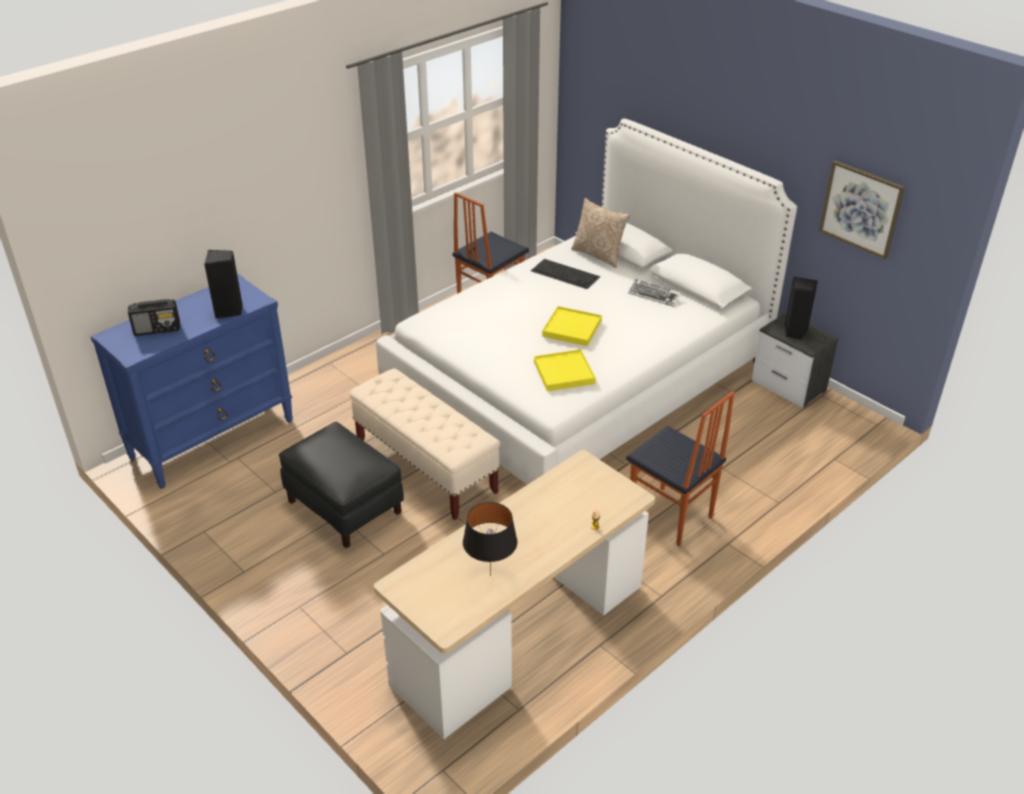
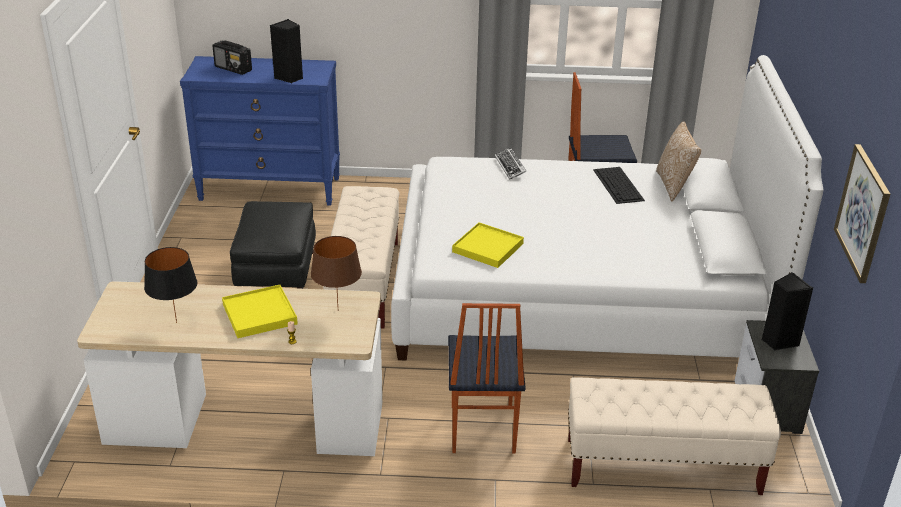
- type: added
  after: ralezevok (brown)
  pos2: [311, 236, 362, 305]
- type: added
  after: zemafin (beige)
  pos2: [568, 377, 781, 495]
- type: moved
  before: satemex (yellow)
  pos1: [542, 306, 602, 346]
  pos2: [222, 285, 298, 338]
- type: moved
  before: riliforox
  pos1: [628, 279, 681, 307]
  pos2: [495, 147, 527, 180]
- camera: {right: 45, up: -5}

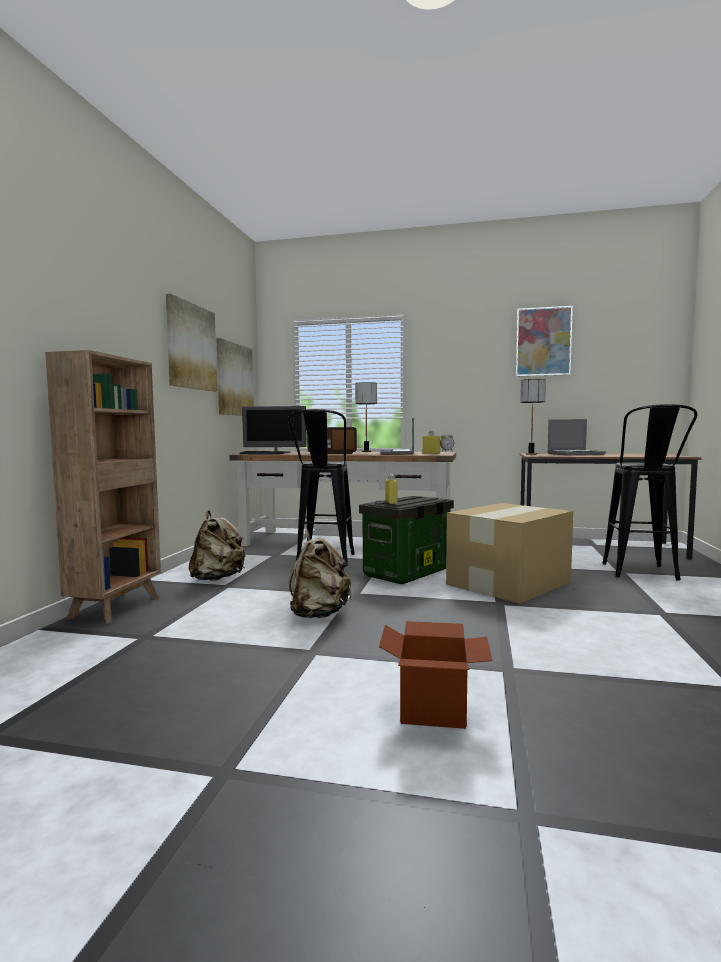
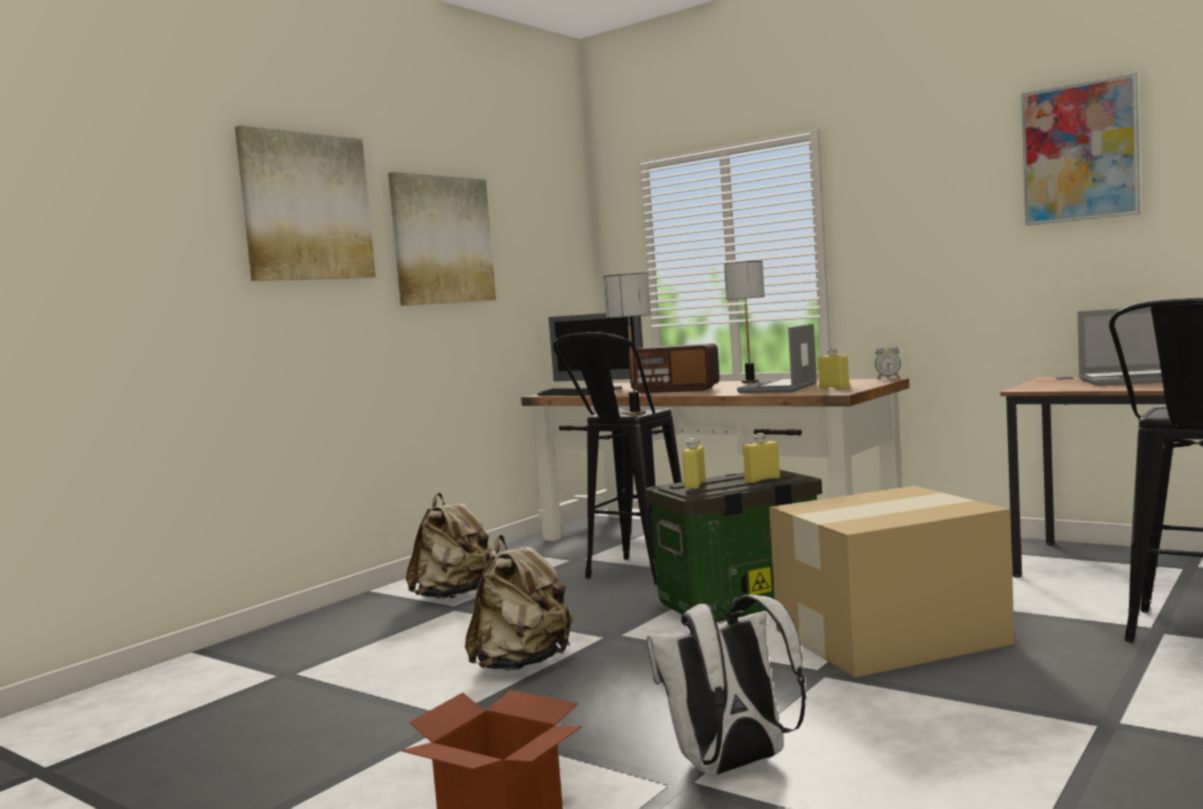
- type: removed
  before: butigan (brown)
  pos1: [45, 350, 161, 624]
- type: added
  after: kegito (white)
  pos2: [646, 595, 806, 775]
- type: added
  after: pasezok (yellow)
  pos2: [743, 433, 780, 483]
- type: moved
  before: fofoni
  pos1: [216, 338, 254, 416]
  pos2: [235, 125, 376, 281]
- type: moved
  before: ralezevok
  pos1: [520, 379, 546, 455]
  pos2: [603, 273, 651, 415]
- camera: {right: 25, up: 0}

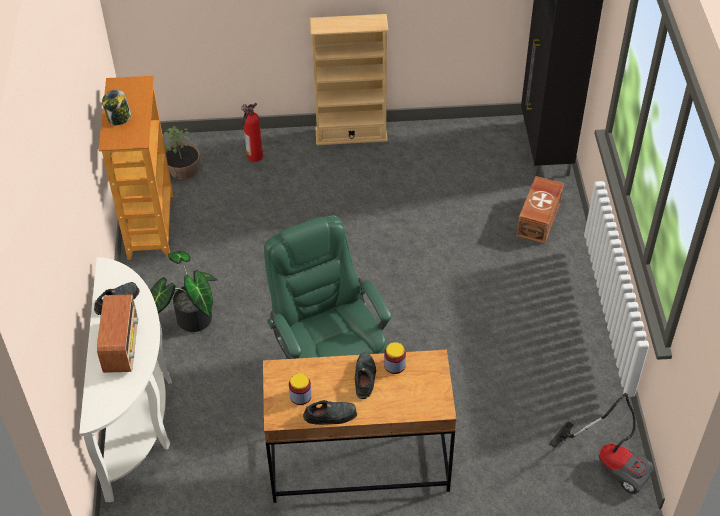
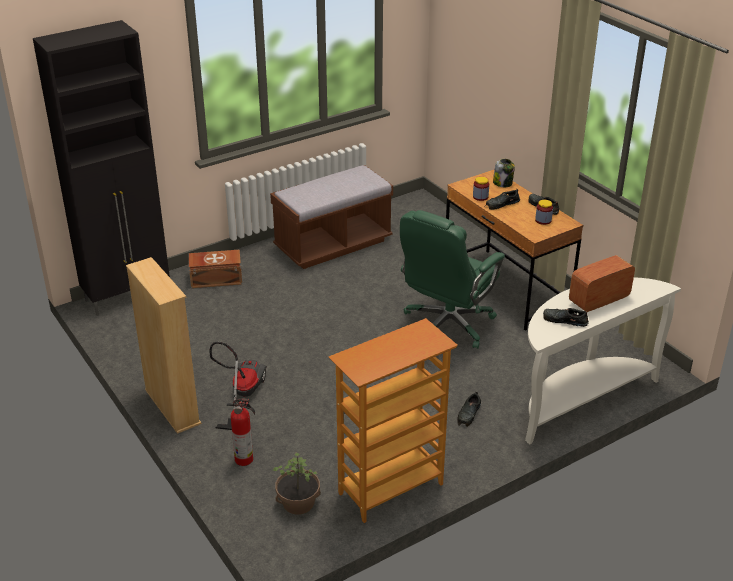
- type: added
  after: zemafin (brown)
  pos2: [270, 165, 393, 269]
- type: moved
  before: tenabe
  pos1: [102, 90, 131, 125]
  pos2: [493, 159, 515, 187]
- type: moved
  before: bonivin
  pos1: [549, 393, 653, 495]
  pos2: [209, 342, 267, 430]
- type: replaced
  before: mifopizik
  after: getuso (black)
  pos1: [150, 251, 218, 332]
  pos2: [457, 392, 481, 427]
- camera: {right: -120, up: -15}

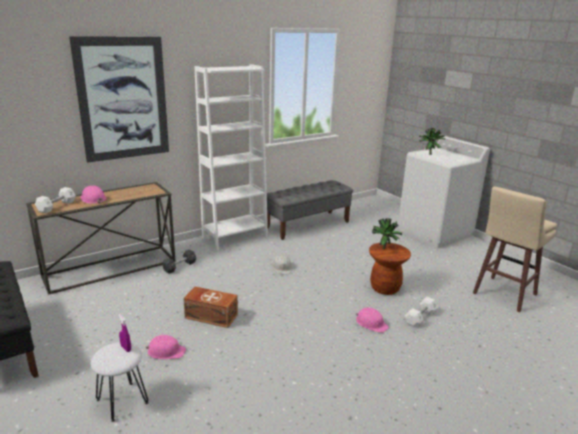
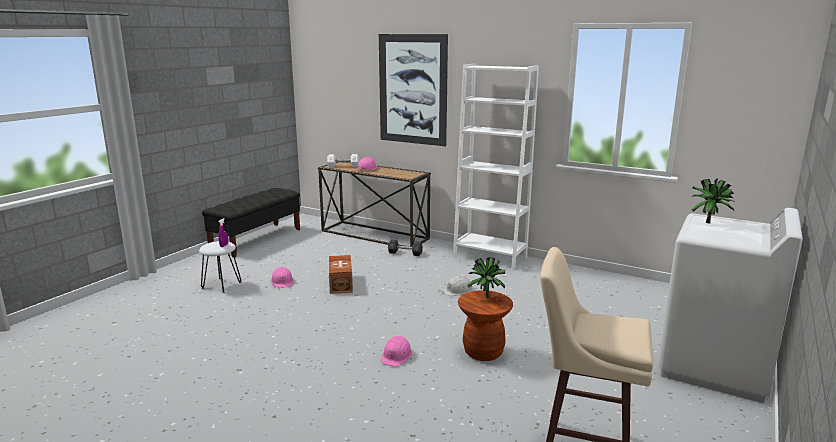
- type: removed
  before: zemafin (grey)
  pos1: [267, 180, 353, 240]
- type: removed
  before: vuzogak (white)
  pos1: [404, 297, 438, 327]
- camera: {right: 65, up: -5}

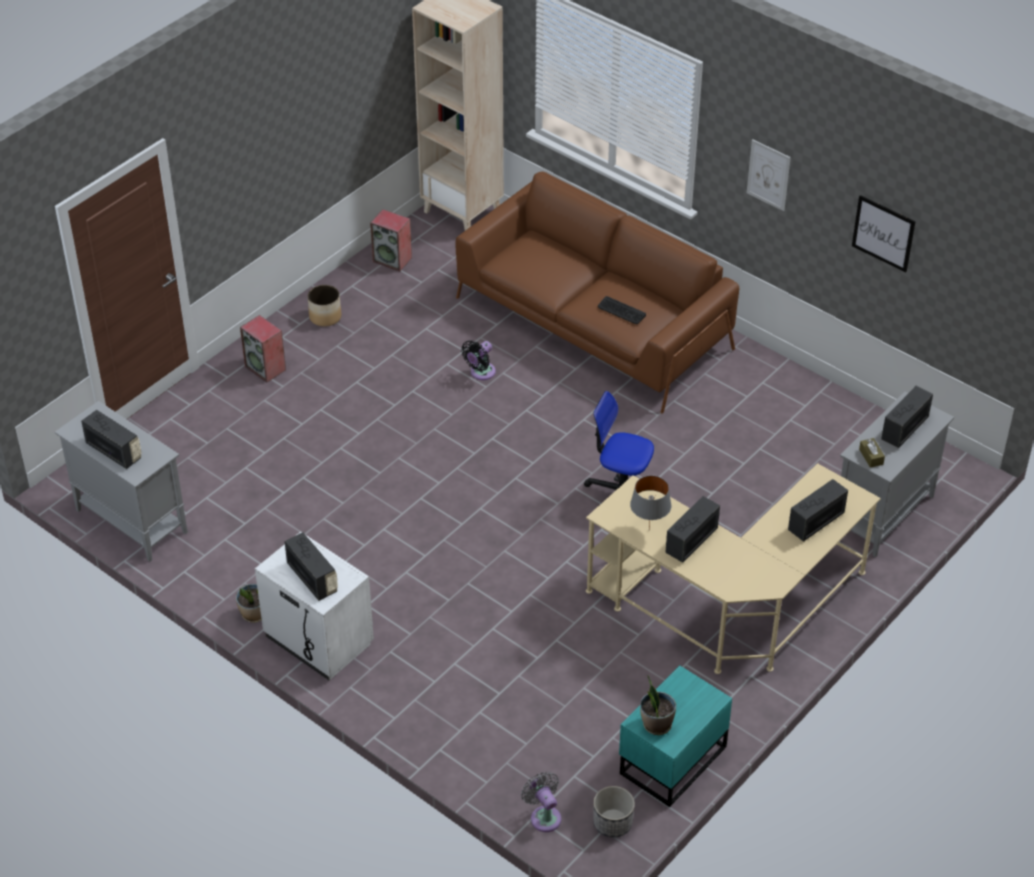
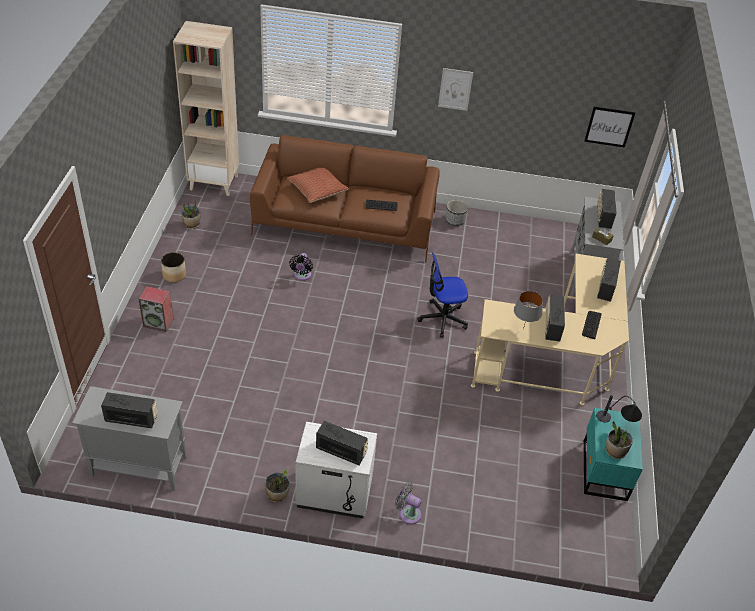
- type: added
  after: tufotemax
  pos2: [287, 168, 349, 203]
- type: added
  after: riliforox
  pos2: [582, 311, 602, 339]
- type: added
  after: ralezevok
  pos2: [596, 395, 642, 423]
- type: moved
  before: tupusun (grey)
  pos1: [521, 772, 562, 832]
  pos2: [395, 482, 422, 524]
- type: moved
  before: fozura
  pos1: [593, 786, 635, 837]
  pos2: [445, 200, 468, 226]
- type: moved
  before: fofoni
  pos1: [852, 195, 916, 273]
  pos2: [584, 107, 635, 147]
- type: replaced
  before: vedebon
  after: mifopizik
  pos1: [370, 209, 412, 271]
  pos2: [181, 200, 200, 229]
- camera: {right: -35, up: 0}

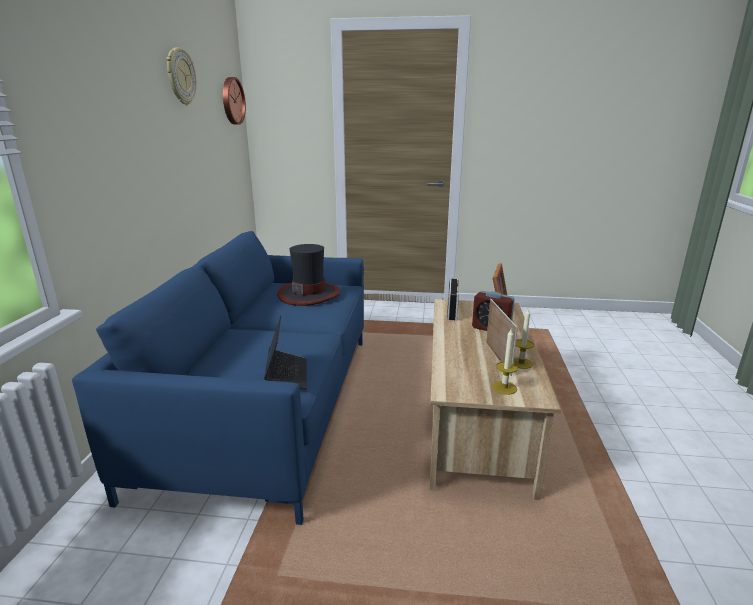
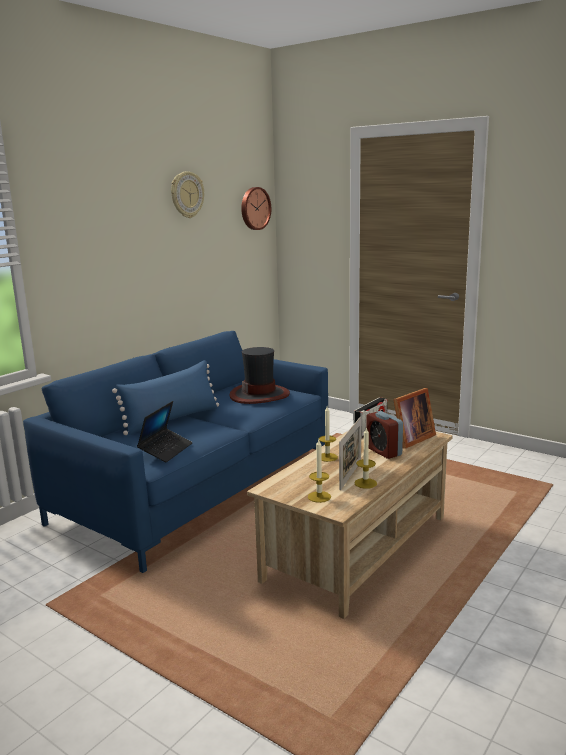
- type: added
  after: tufotemax (blue)
  pos2: [112, 360, 219, 435]
- type: added
  after: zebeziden
  pos2: [319, 406, 338, 462]
- camera: {right: 30, up: -5}

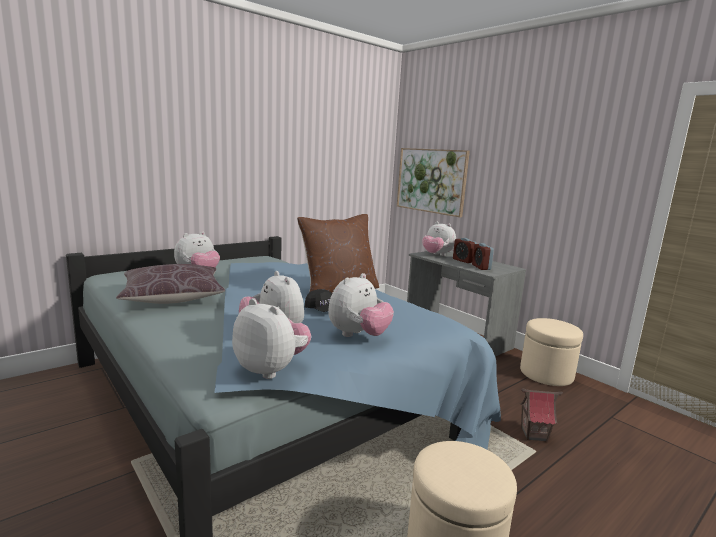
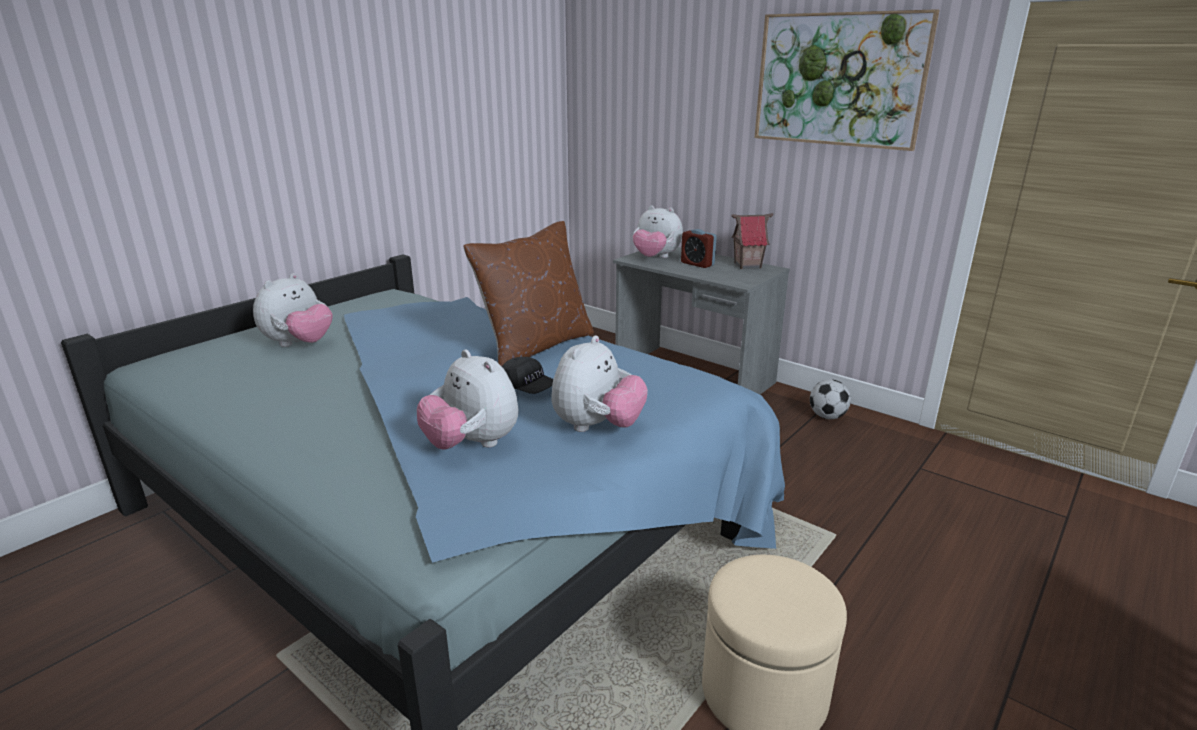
- type: removed
  before: tufotemax (brown)
  pos1: [116, 264, 225, 304]
- type: removed
  before: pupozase
  pos1: [232, 298, 311, 379]
- type: removed
  before: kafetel
  pos1: [472, 243, 494, 270]
- type: moved
  before: fofoni
  pos1: [397, 148, 470, 217]
  pos2: [754, 9, 939, 151]
- type: moved
  before: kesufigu
  pos1: [520, 388, 563, 442]
  pos2: [731, 213, 773, 269]
- type: replaced
  before: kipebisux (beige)
  after: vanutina
  pos1: [520, 318, 583, 386]
  pos2: [810, 379, 851, 419]
- camera: {right: -10, up: 10}

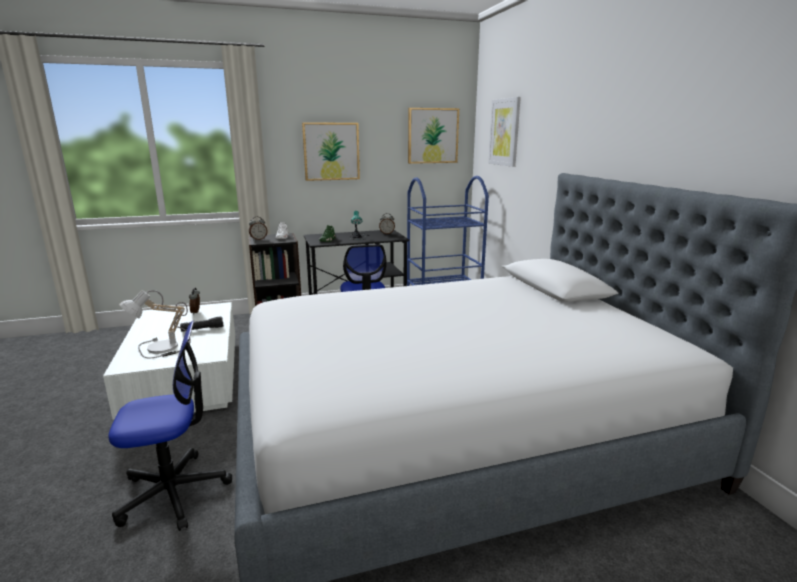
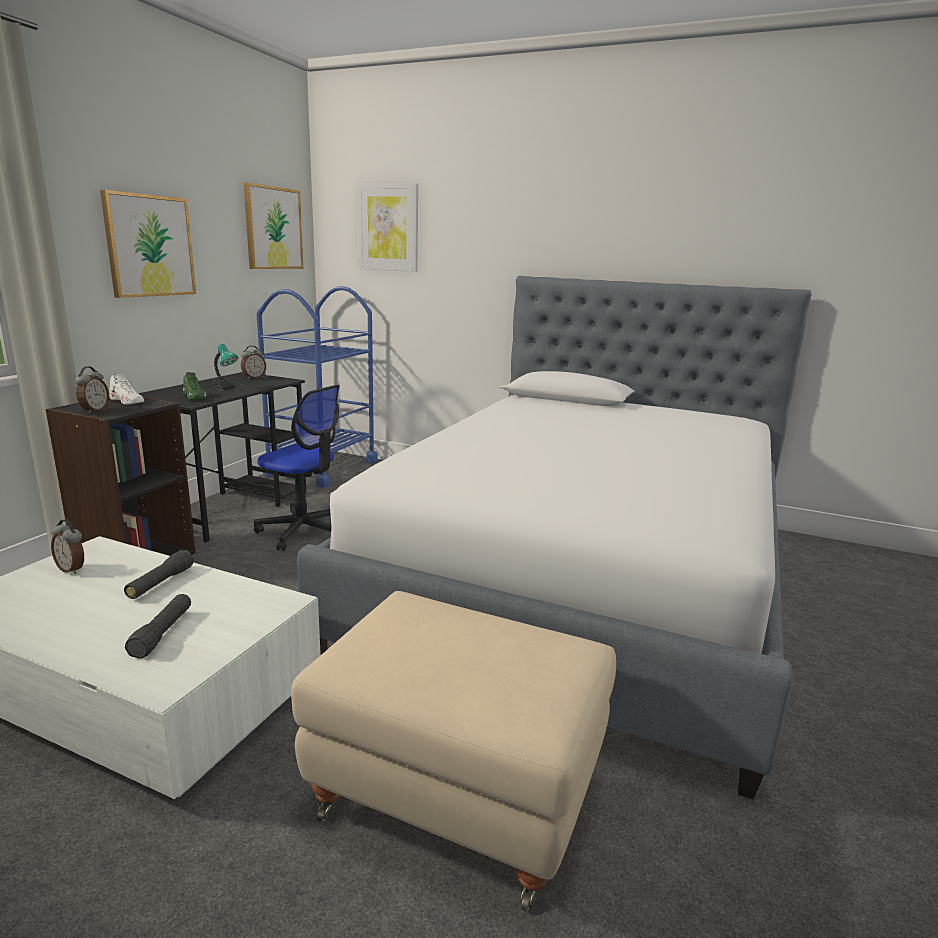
- type: replaced
  before: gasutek
  after: kipebisux (beige)
  pos1: [108, 320, 232, 531]
  pos2: [291, 591, 616, 912]
- type: replaced
  before: ralezevok
  after: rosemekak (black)
  pos1: [119, 290, 190, 359]
  pos2: [125, 594, 191, 659]
- camera: {right: -50, up: 0}

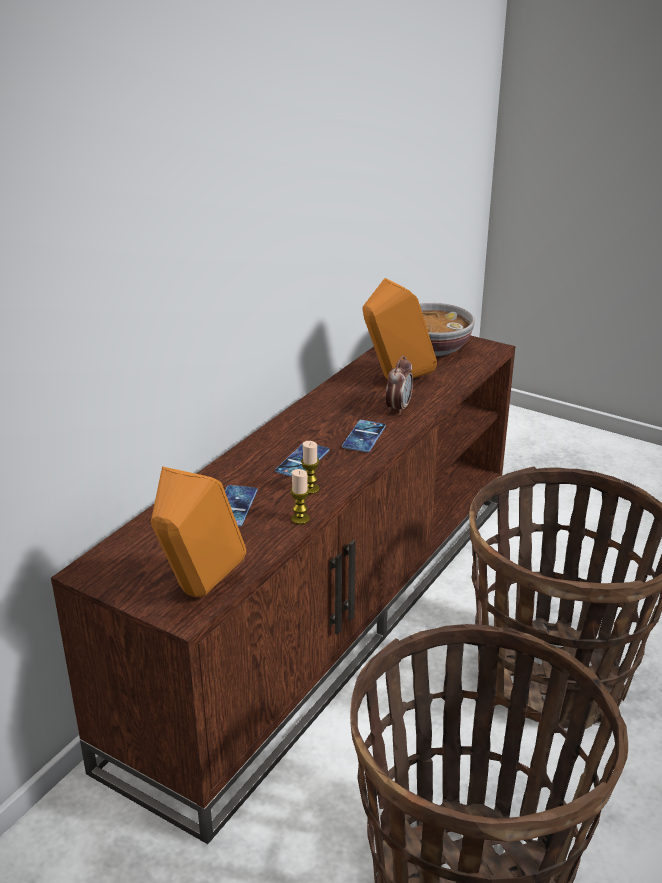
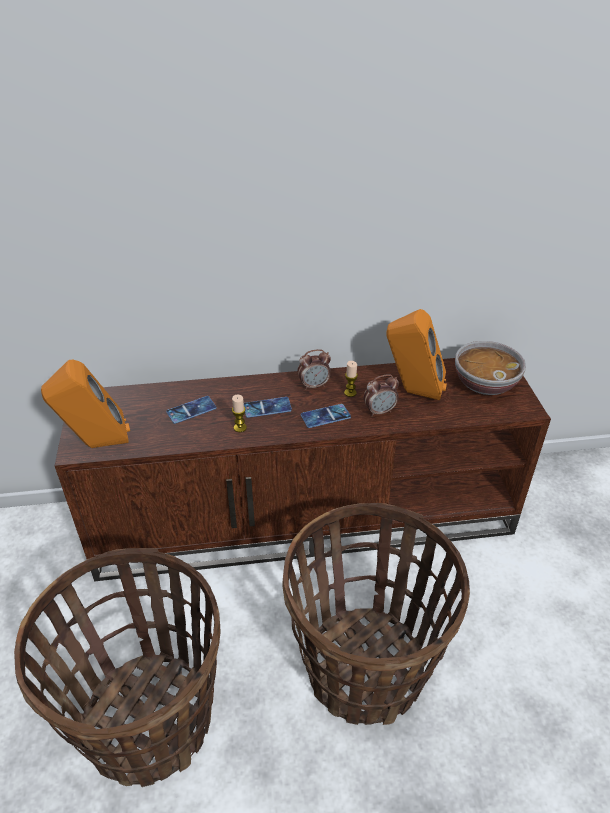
- type: added
  after: kafetel
  pos2: [297, 349, 331, 390]
- type: moved
  before: zebeziden
  pos1: [290, 469, 310, 525]
  pos2: [344, 361, 358, 397]
- camera: {right: 50, up: 10}

